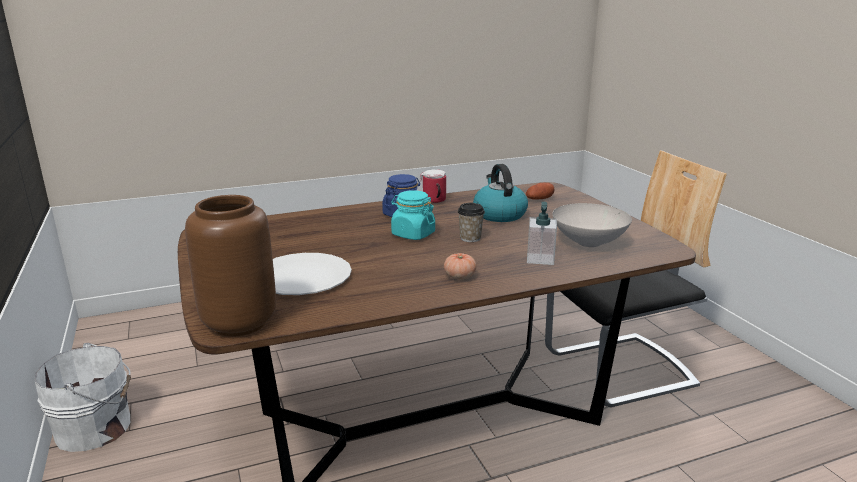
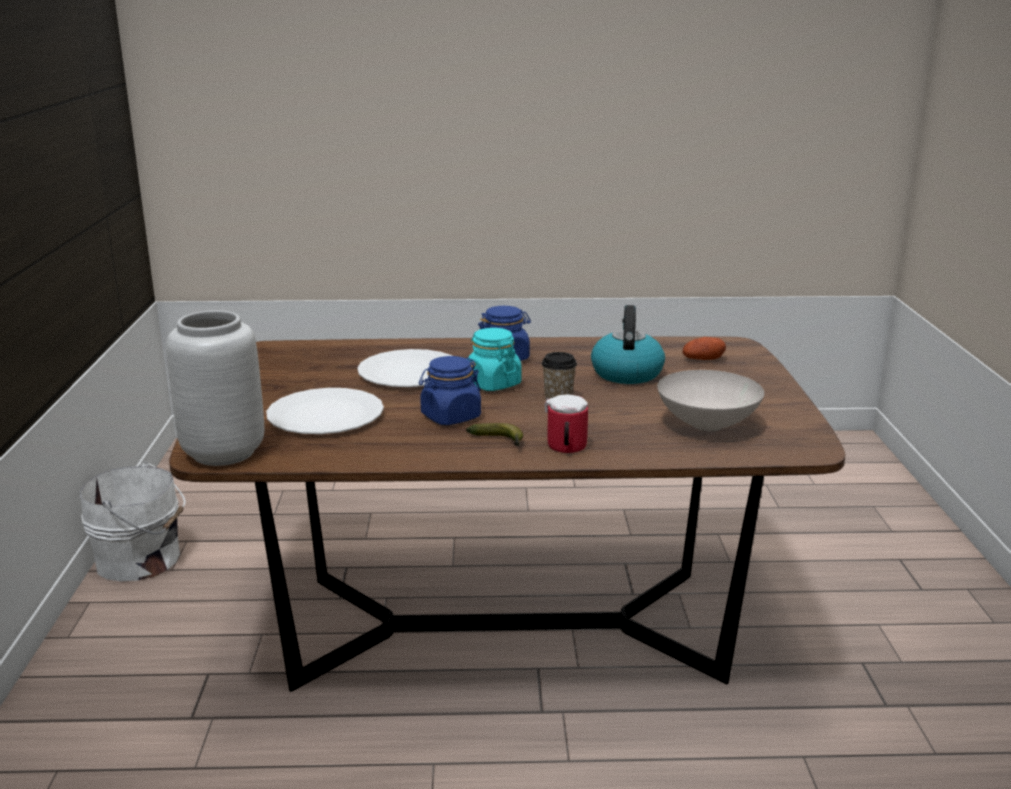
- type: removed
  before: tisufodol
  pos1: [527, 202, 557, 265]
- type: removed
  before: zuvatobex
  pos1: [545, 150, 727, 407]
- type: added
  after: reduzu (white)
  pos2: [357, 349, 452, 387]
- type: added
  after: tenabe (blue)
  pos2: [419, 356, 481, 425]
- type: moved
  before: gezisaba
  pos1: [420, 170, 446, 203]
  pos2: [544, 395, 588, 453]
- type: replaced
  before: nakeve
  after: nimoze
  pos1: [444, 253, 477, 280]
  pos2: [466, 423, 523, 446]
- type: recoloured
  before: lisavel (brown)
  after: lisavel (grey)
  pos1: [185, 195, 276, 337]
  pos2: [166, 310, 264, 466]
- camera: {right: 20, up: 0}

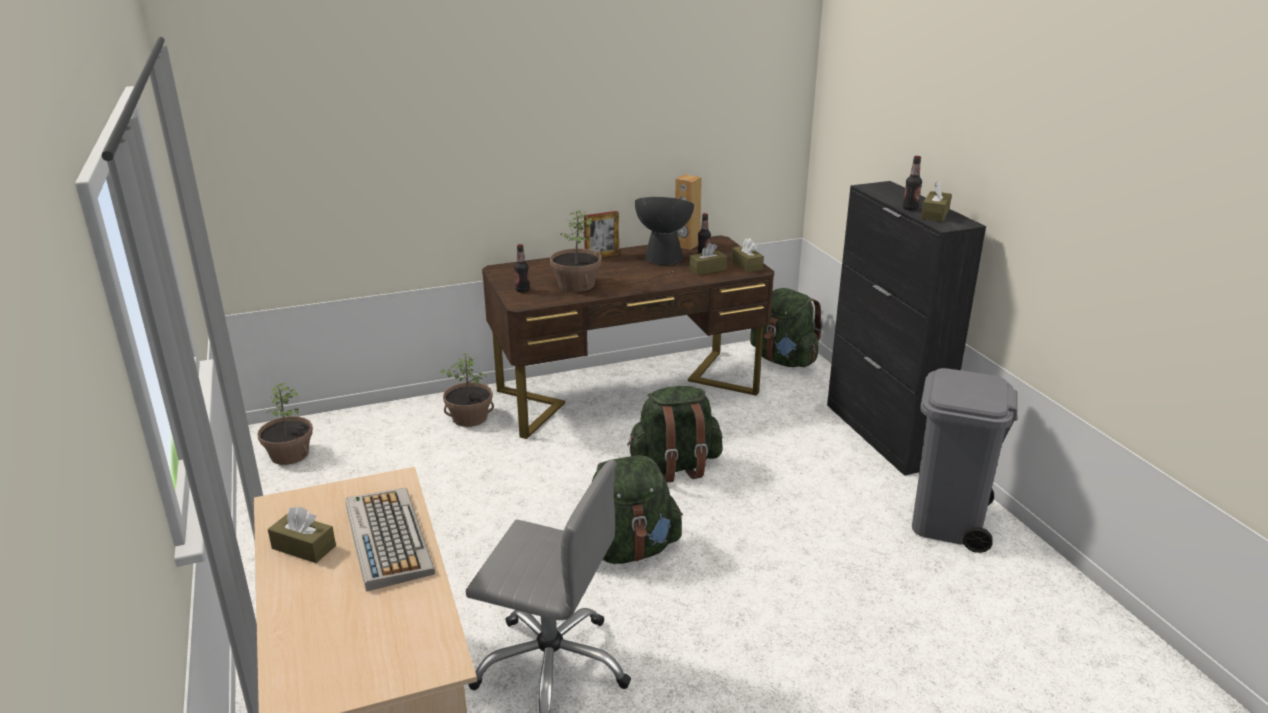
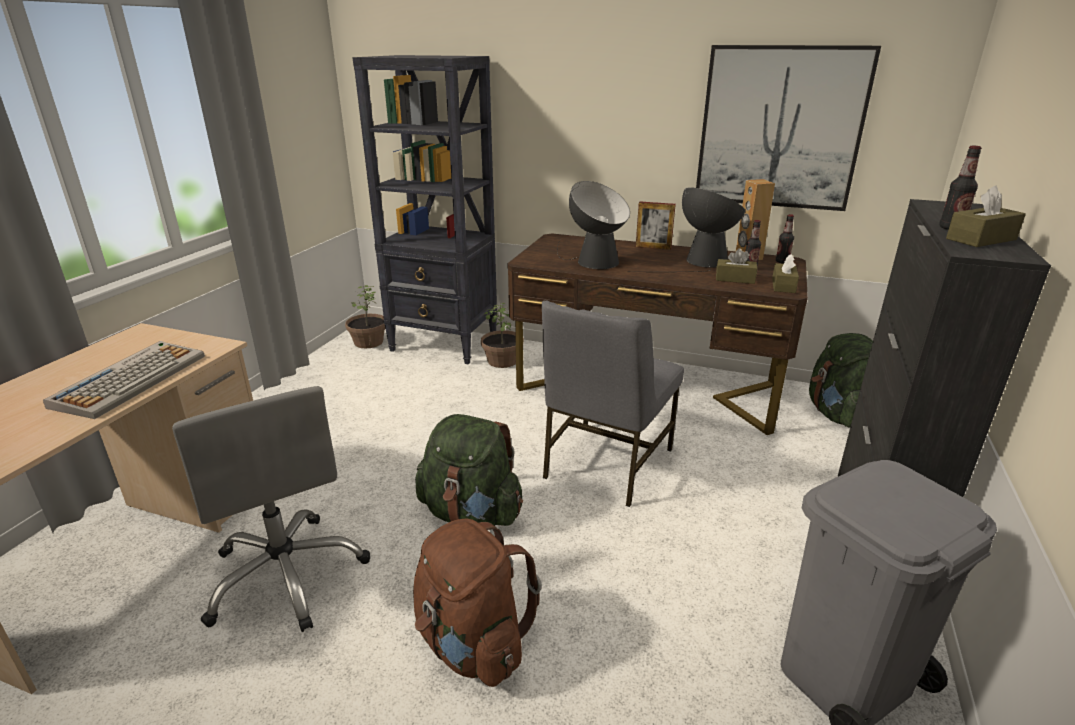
- type: removed
  before: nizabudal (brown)
  pos1: [268, 506, 336, 563]
- type: added
  after: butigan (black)
  pos2: [352, 55, 497, 364]
- type: added
  after: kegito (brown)
  pos2: [413, 518, 542, 687]
- type: added
  after: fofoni
  pos2: [696, 45, 881, 211]
- type: moved
  before: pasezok
  pos1: [514, 244, 530, 293]
  pos2: [776, 214, 794, 264]
- type: replaced
  before: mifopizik
  after: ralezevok
  pos1: [550, 210, 602, 292]
  pos2: [557, 181, 630, 269]
- type: replaced
  before: kegito (green)
  after: zuvatobex (grey)
  pos1: [627, 386, 723, 483]
  pos2: [542, 301, 684, 507]
- camera: {right: 40, up: 0}

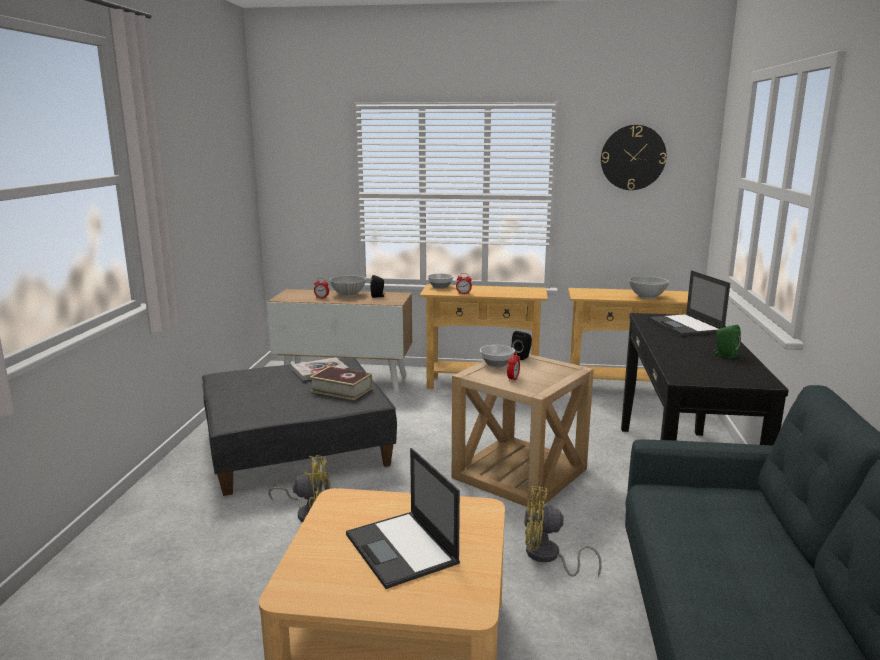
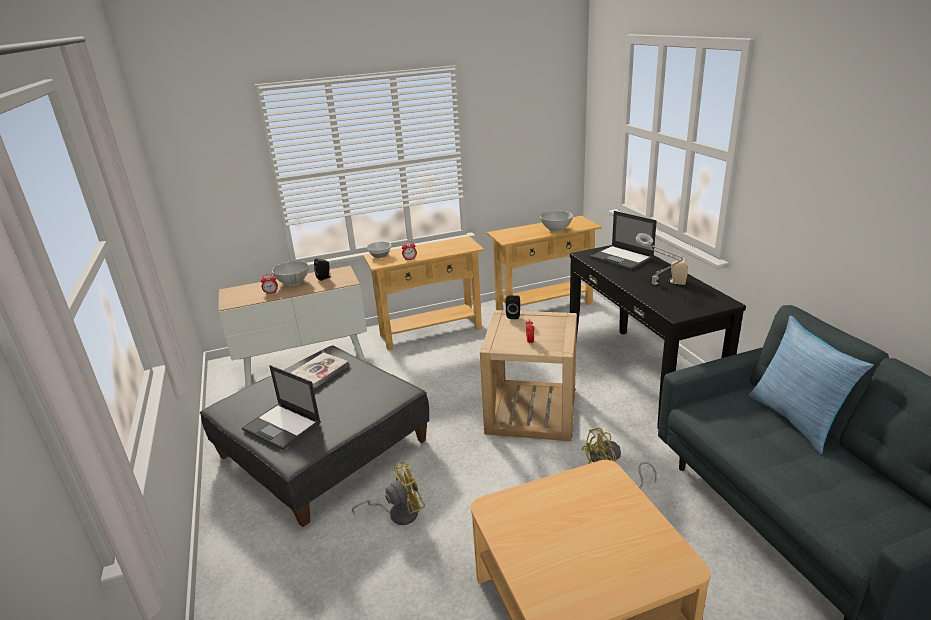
- type: removed
  before: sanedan
  pos1: [310, 366, 373, 400]
- type: removed
  before: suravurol
  pos1: [480, 345, 515, 367]
- type: removed
  before: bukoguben
  pos1: [601, 125, 666, 190]
- type: added
  after: ralezevok (grey)
  pos2: [636, 233, 683, 285]
- type: added
  after: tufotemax
  pos2: [749, 316, 874, 454]
- type: moved
  before: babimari
  pos1: [346, 448, 460, 589]
  pos2: [242, 365, 321, 450]
- type: recoloured
  before: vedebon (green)
  after: vedebon (beige)
  pos1: [714, 325, 741, 359]
  pos2: [668, 258, 688, 285]
- camera: {right: -25, up: 10}

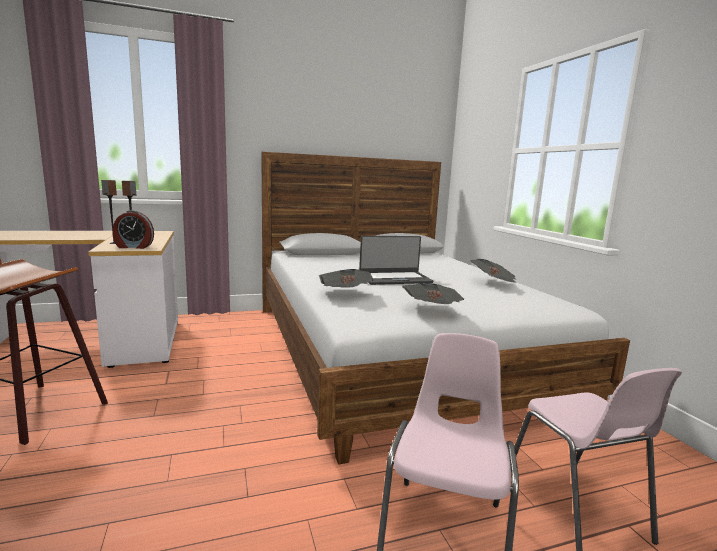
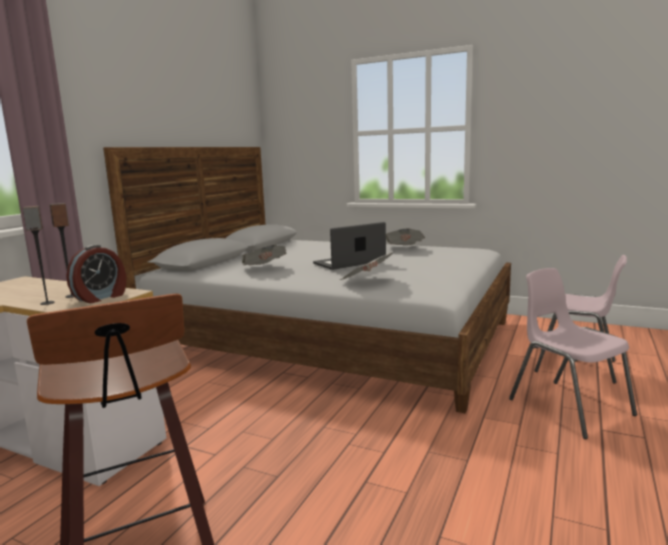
- type: moved
  before: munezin
  pos1: [402, 283, 464, 304]
  pos2: [242, 245, 286, 265]
- type: turned
  before: babimari
  pos1: [359, 236, 433, 285]
  pos2: [313, 222, 386, 270]
  turn: -150
- camera: {right: -45, up: 0}

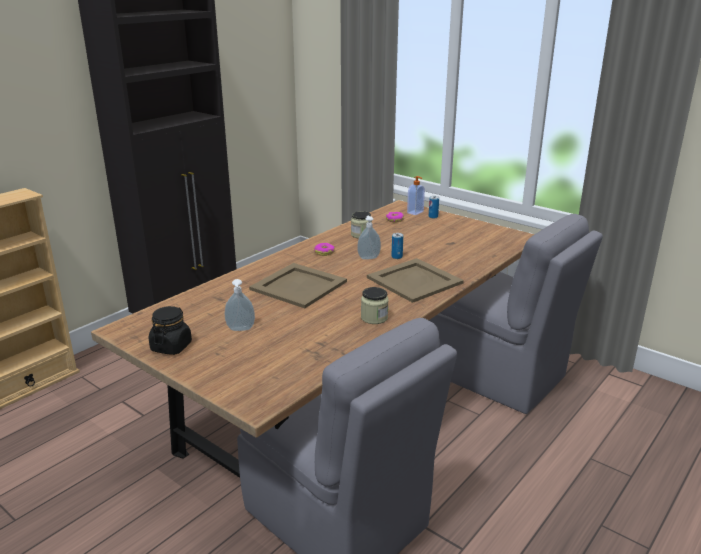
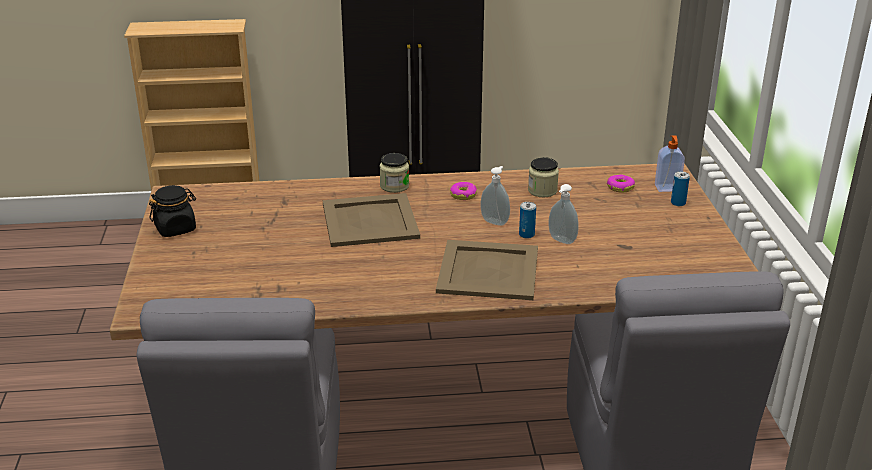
- type: moved
  before: tisufodol
  pos1: [225, 279, 255, 331]
  pos2: [548, 184, 578, 244]
- type: moved
  before: tenabe
  pos1: [361, 287, 389, 324]
  pos2: [379, 153, 409, 193]
- camera: {right: 45, up: 5}

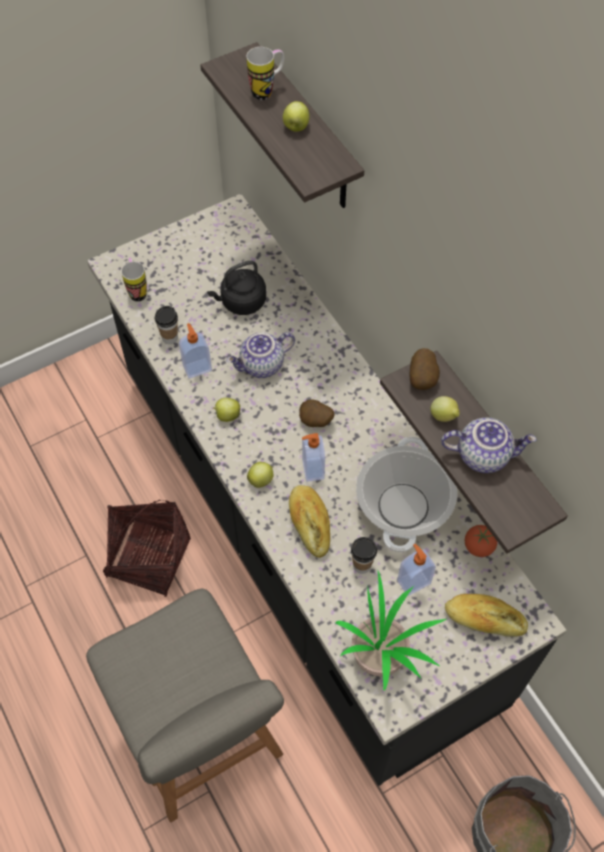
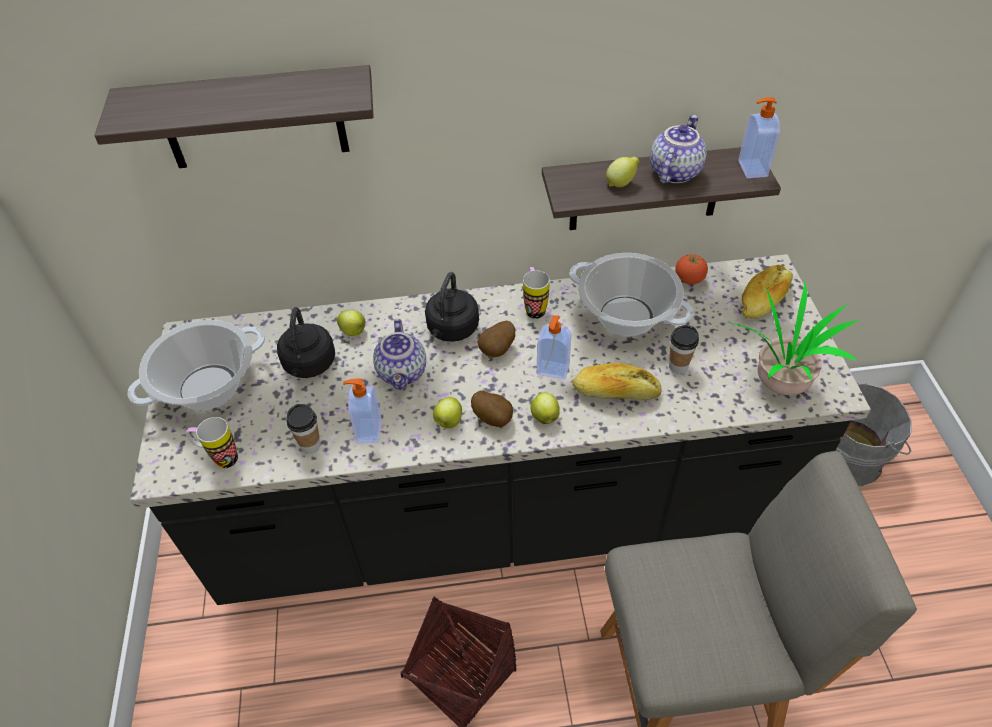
- type: added
  after: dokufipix
  pos2: [127, 320, 265, 410]
- type: added
  after: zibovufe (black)
  pos2: [425, 272, 479, 342]
- type: moved
  before: gezisaba
  pos1: [247, 47, 284, 100]
  pos2: [523, 267, 550, 319]
- type: moved
  before: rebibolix
  pos1: [283, 101, 310, 132]
  pos2: [337, 310, 366, 336]
- type: moved
  before: tisufodol
  pos1: [397, 544, 436, 596]
  pos2: [738, 97, 780, 178]
- type: moved
  before: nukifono
  pos1: [409, 348, 440, 390]
  pos2: [471, 390, 513, 427]
- camera: {right: -65, up: -10}

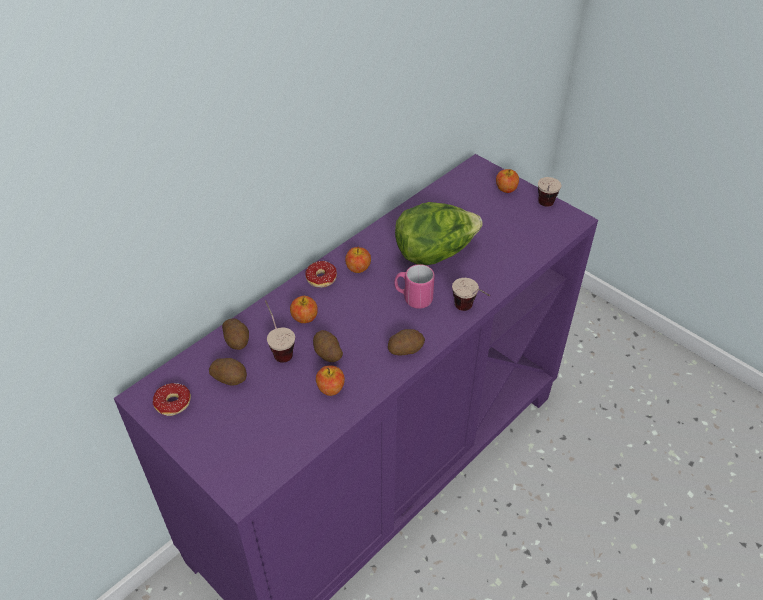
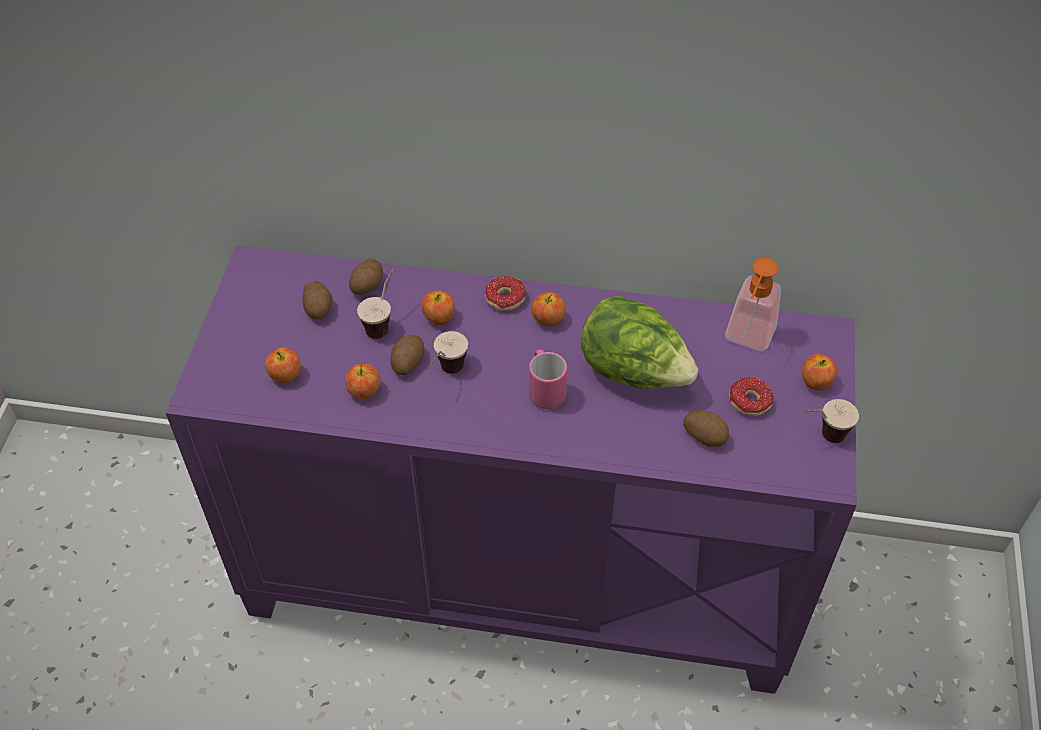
- type: added
  after: rebibolix
  pos2: [265, 347, 301, 383]
- type: added
  after: tisufodol
  pos2: [725, 257, 781, 351]
- type: moved
  before: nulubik
  pos1: [153, 383, 191, 416]
  pos2: [729, 377, 774, 416]
- type: moved
  before: nukifono
  pos1: [388, 329, 425, 355]
  pos2: [683, 409, 729, 447]
- type: moved
  before: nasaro
  pos1: [452, 278, 490, 311]
  pos2: [431, 331, 468, 374]
- camera: {right: 55, up: 5}

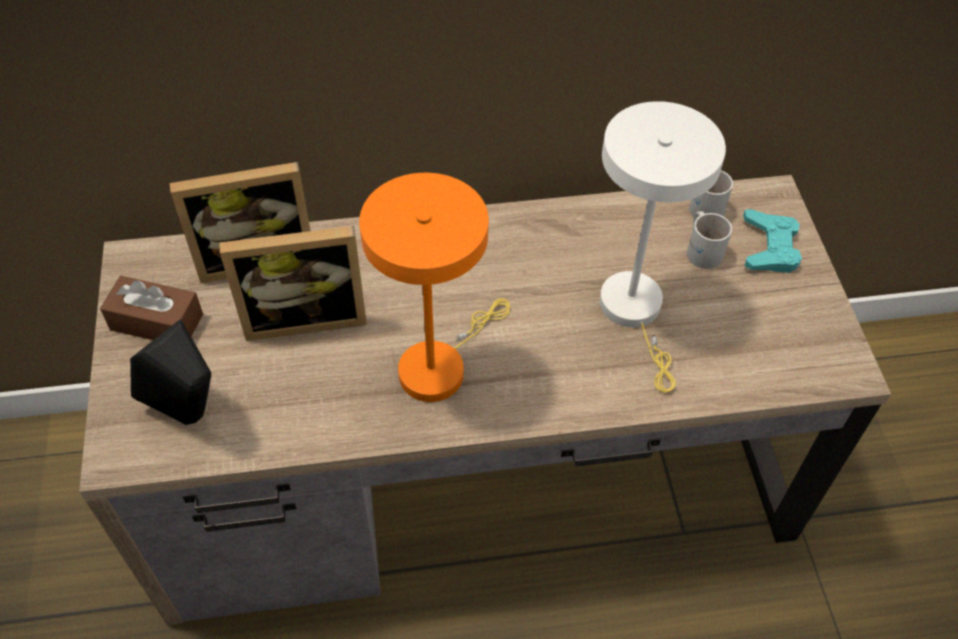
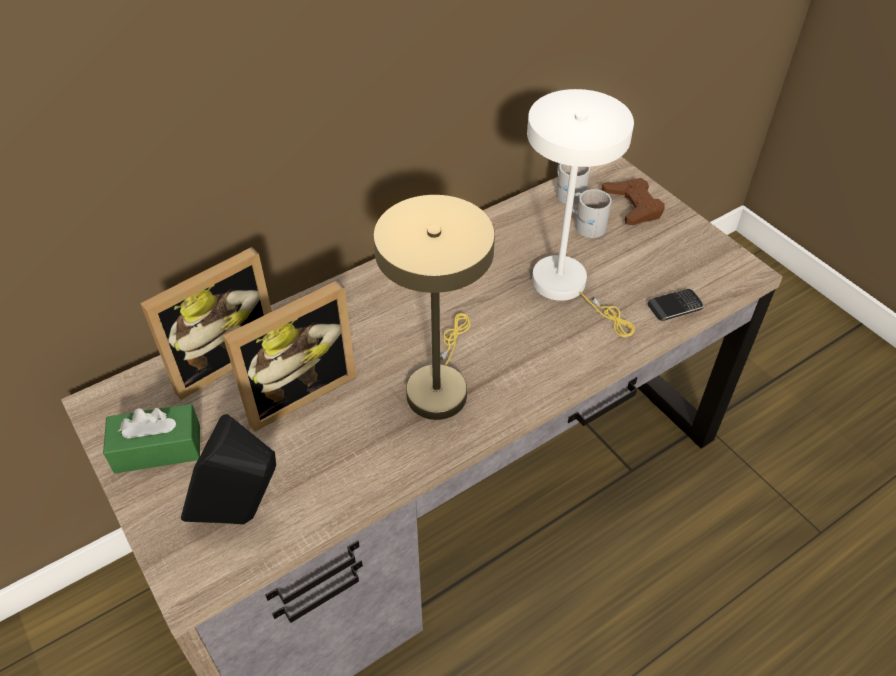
- type: added
  after: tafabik
  pos2: [648, 289, 704, 321]
- type: recoloured
  before: nizabudal (brown)
  after: nizabudal (green)
  pos1: [100, 276, 203, 340]
  pos2: [103, 404, 200, 473]
- type: recoloured
  before: ralezevok (orange)
  after: ralezevok (beige)
  pos1: [359, 173, 510, 402]
  pos2: [373, 195, 495, 420]
- type: recoloured
  before: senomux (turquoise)
  after: senomux (brown)
  pos1: [743, 209, 802, 273]
  pos2: [601, 178, 665, 225]
- camera: {right: -25, up: -5}

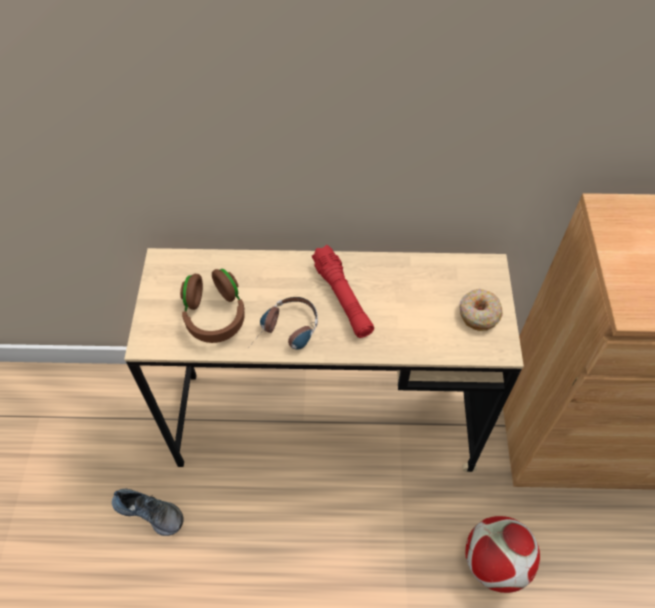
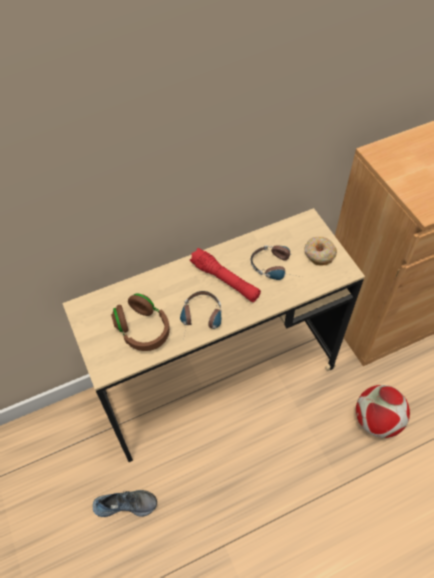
- type: added
  after: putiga
  pos2: [251, 246, 301, 280]
- camera: {right: -25, up: 0}

